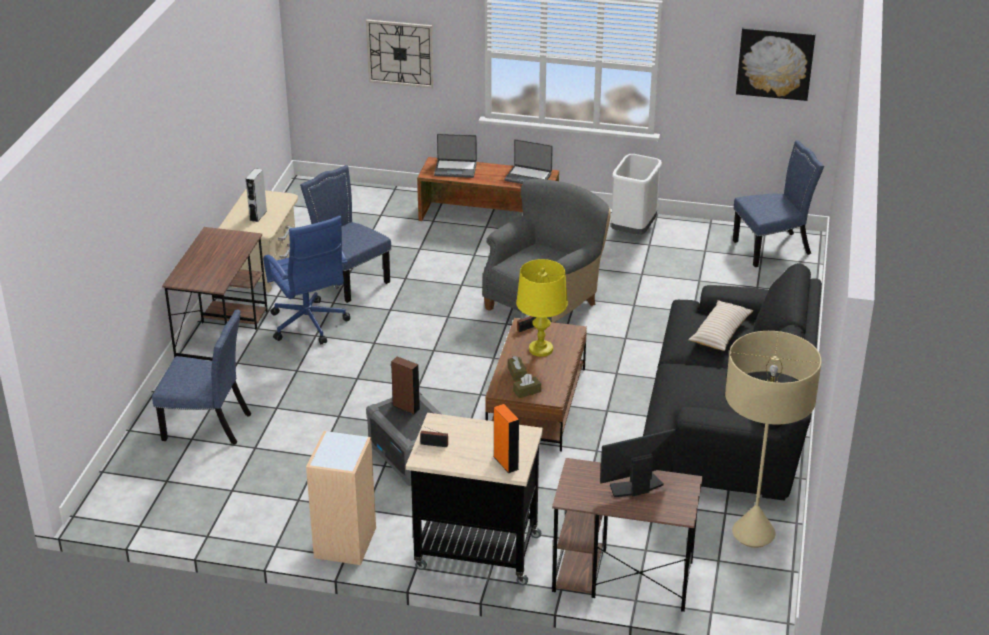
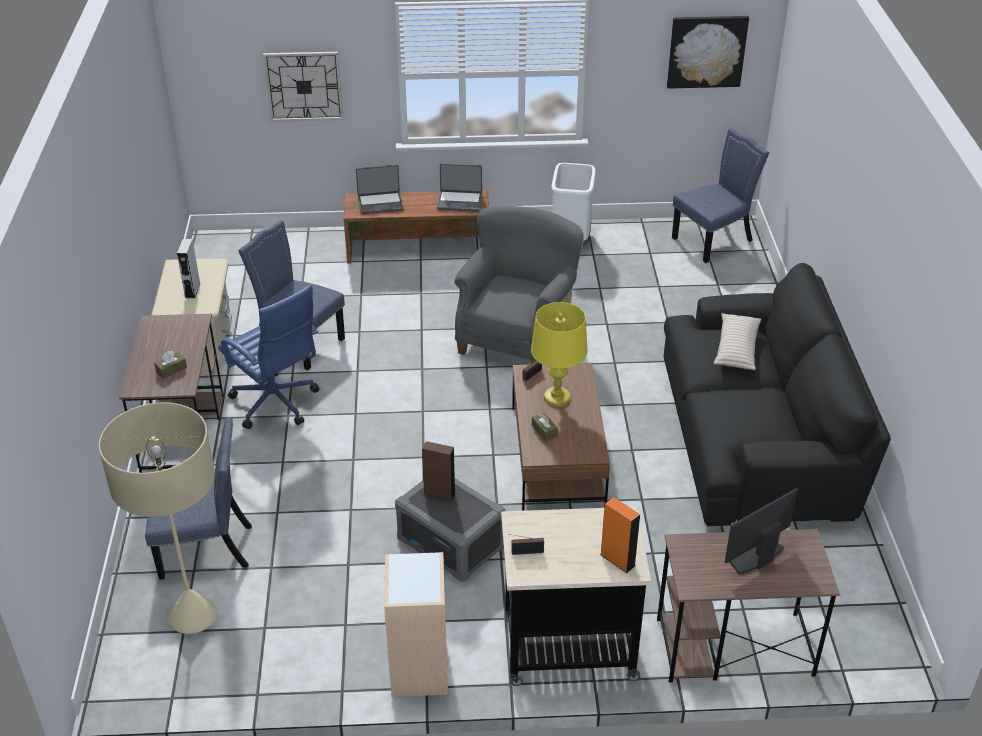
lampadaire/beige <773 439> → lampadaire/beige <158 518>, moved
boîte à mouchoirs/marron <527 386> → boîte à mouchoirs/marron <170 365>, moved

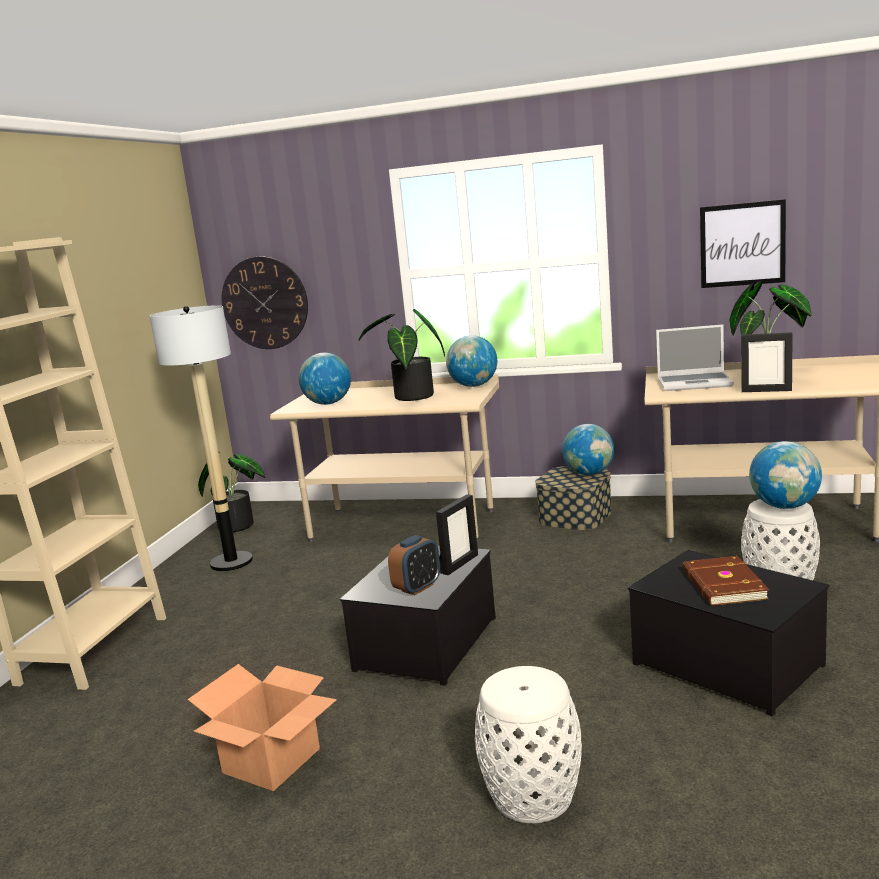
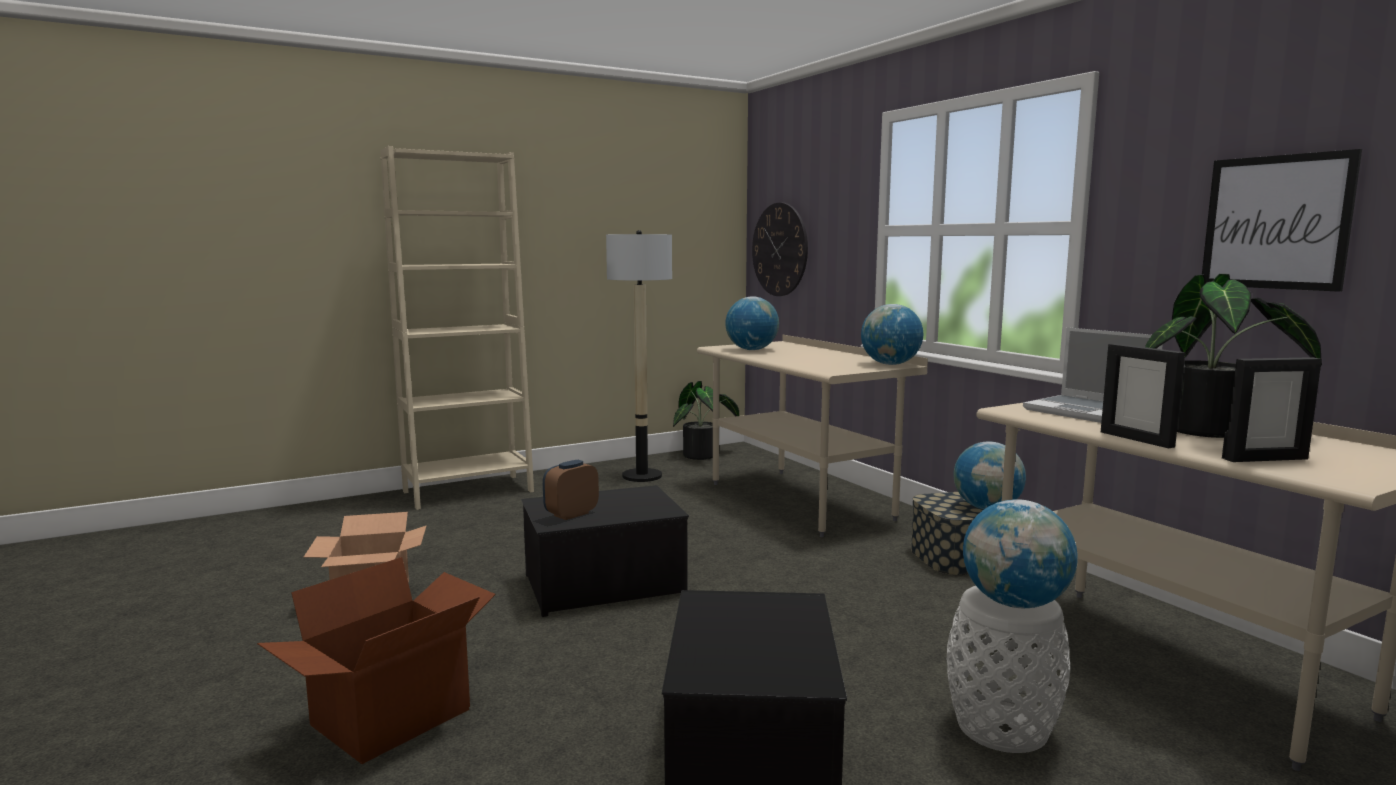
tabouret/blanc <528 744> → carton <376 660>
réveil <414 565> → réveil <571 490>, 135 degrees clockwise
cadre photo <457 534> → cadre photo <1272 409>, moved
plante en pot <401 355> → -
livre/marron <726 581> → -

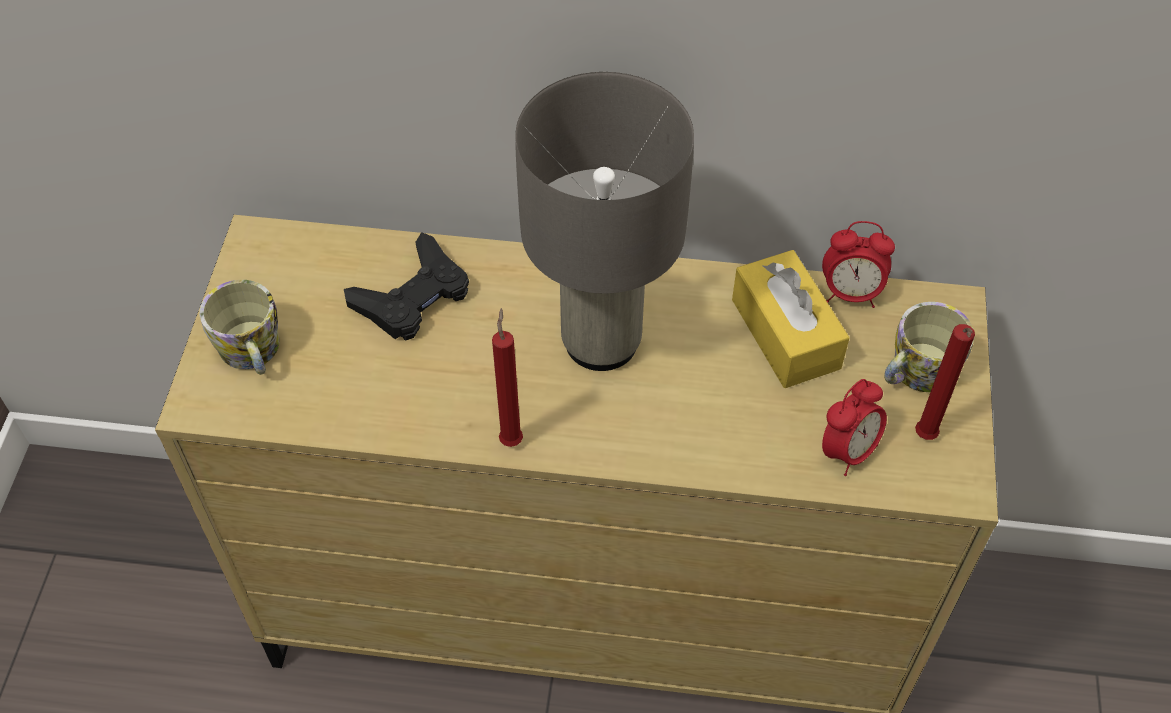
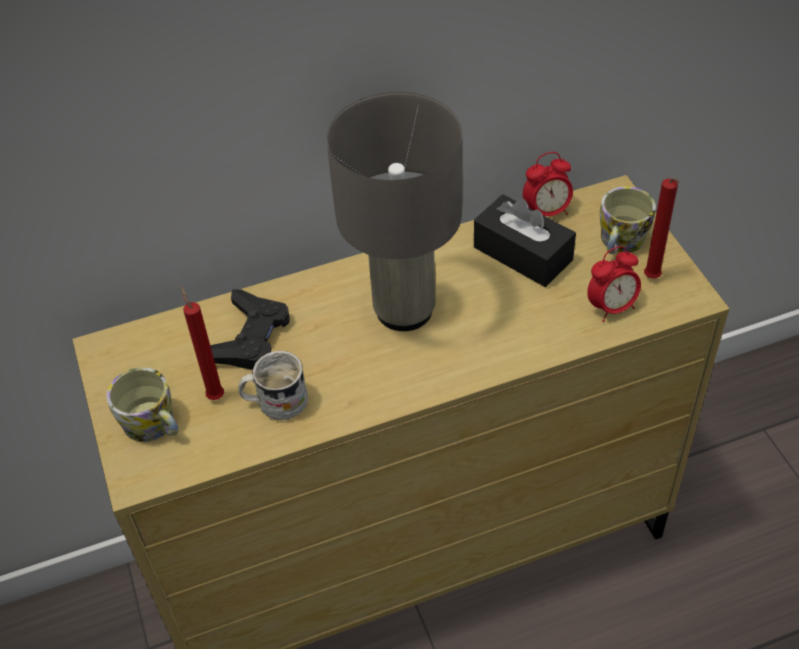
bougie/rouge <507 377> → bougie/rouge <202 343>, moved
- → mug/blanc <273 385>
boîte à mouchoirs/jaune <791 319> → boîte à mouchoirs/noir <525 241>
réveil <854 427> → réveil <614 284>, 45 degrees clockwise

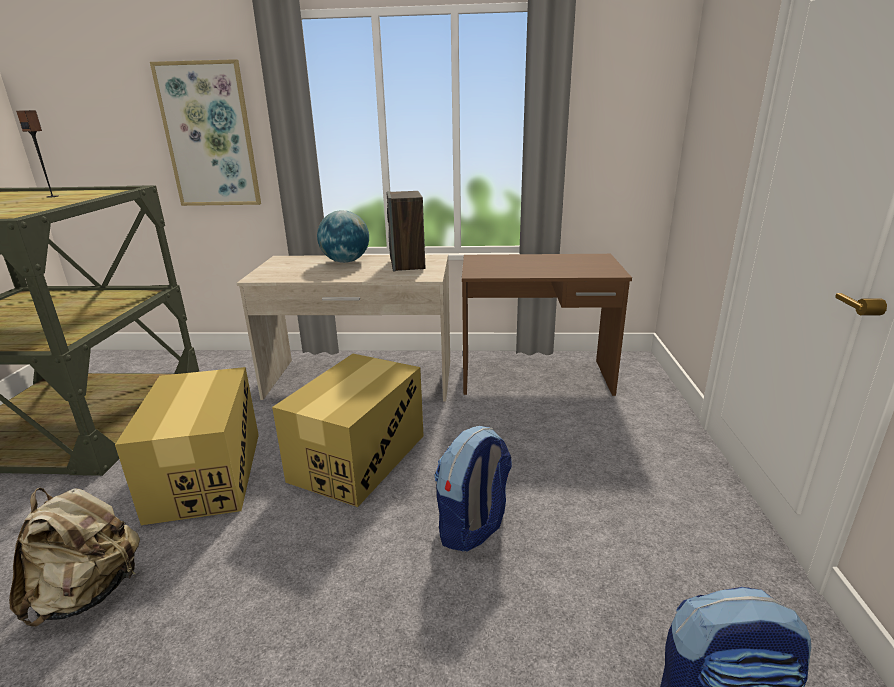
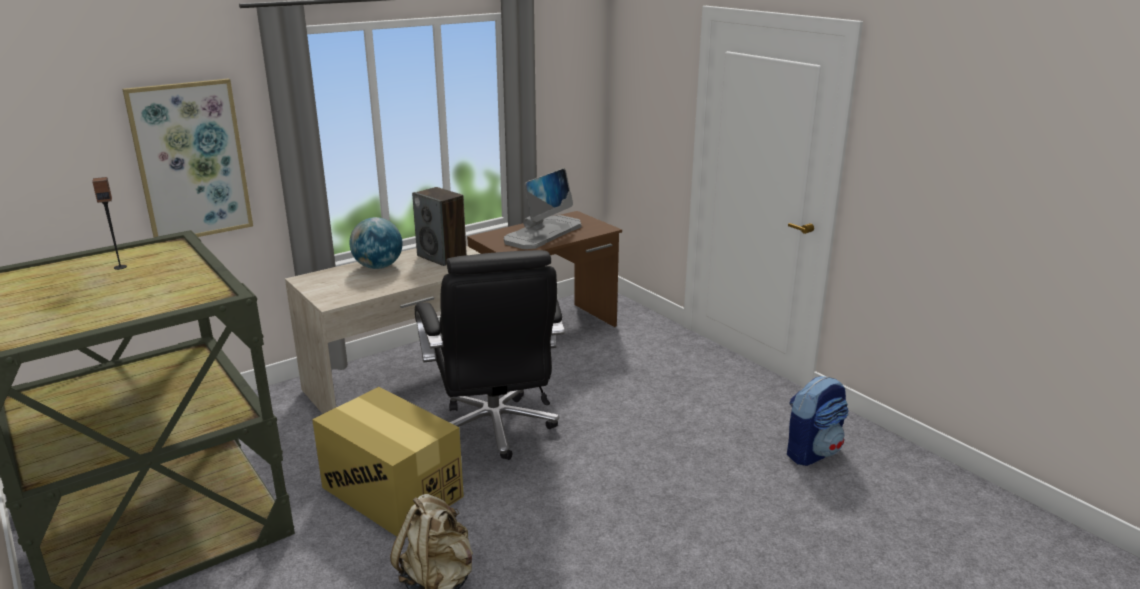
carton <348 430> → chaise de bureau/noir <490 355>
- → écran d'ordinateur <543 208>
sac à dos <473 489> → -

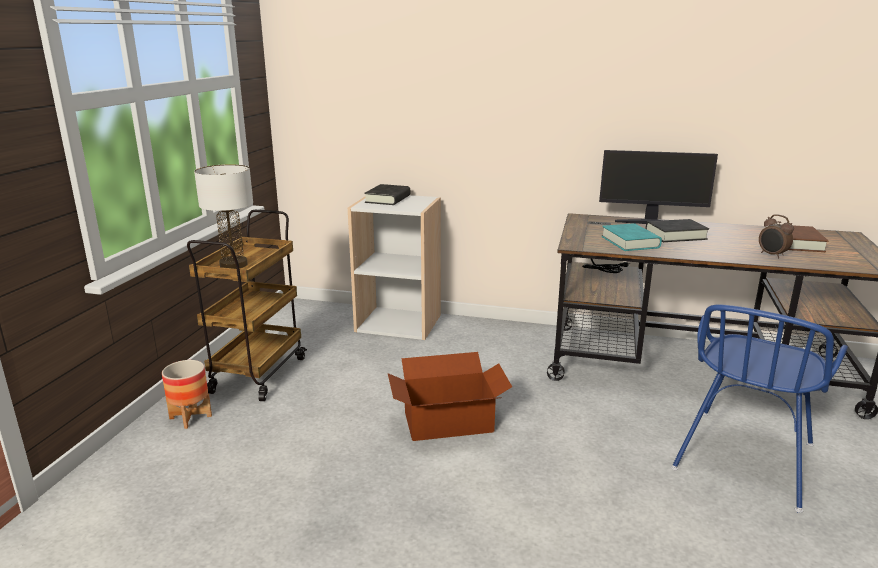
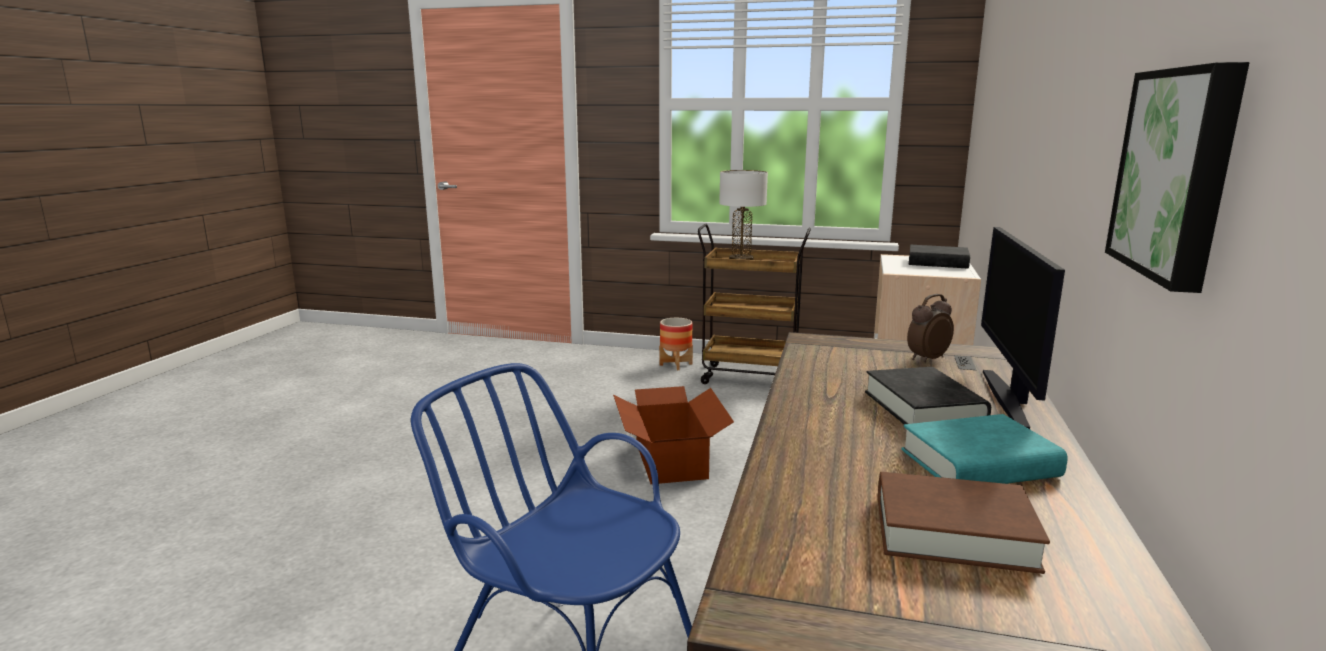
livre/turquoise <631 237> → livre/turquoise <984 449>, moved
réveil <776 236> → réveil <930 328>, moved
- → tableau <1177 177>

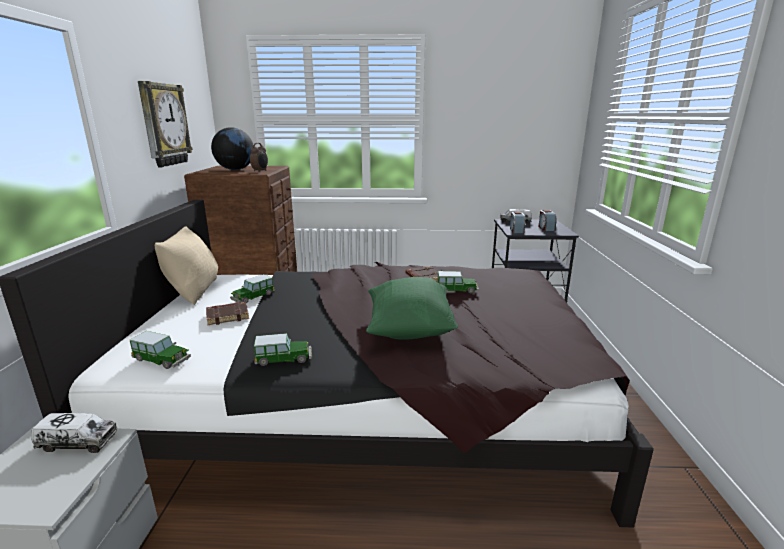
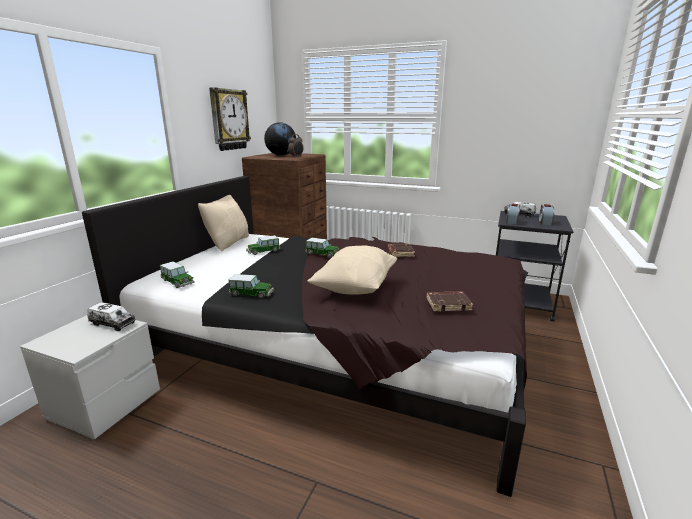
petite voiture <458 282> → petite voiture <322 248>, moved
coussin/vert <412 308> → coussin/beige <352 270>
livre/marron <227 313> → livre/marron <449 302>, moved

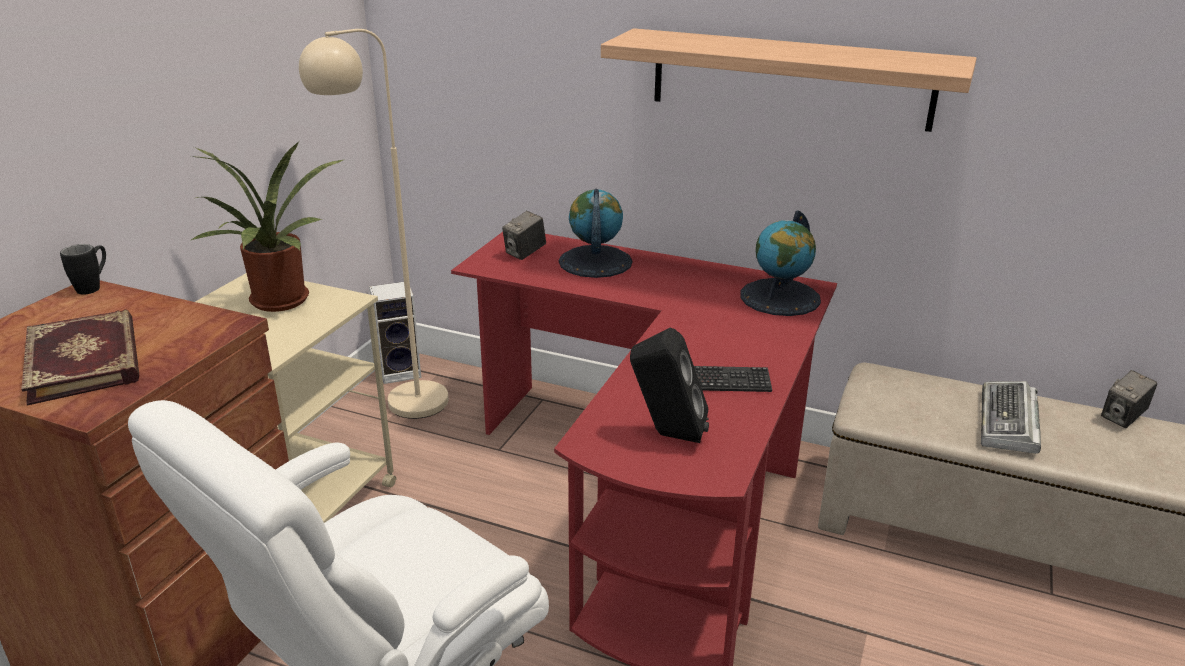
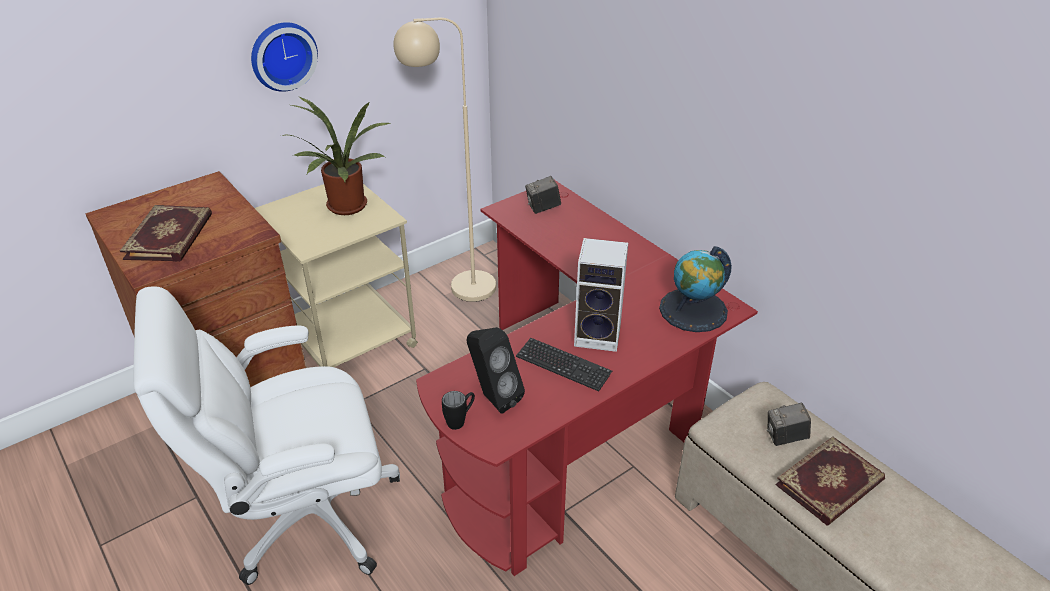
- → horloge murale <284 57>
mug/noir <83 269> → mug/noir <458 410>, moved
enceinte <395 333> → enceinte <601 295>, moved
appareil photo <1129 399> → appareil photo <789 424>, moved
clavier <1011 417> → livre <830 481>
globe <596 233> → -
étagère <789 80> → -

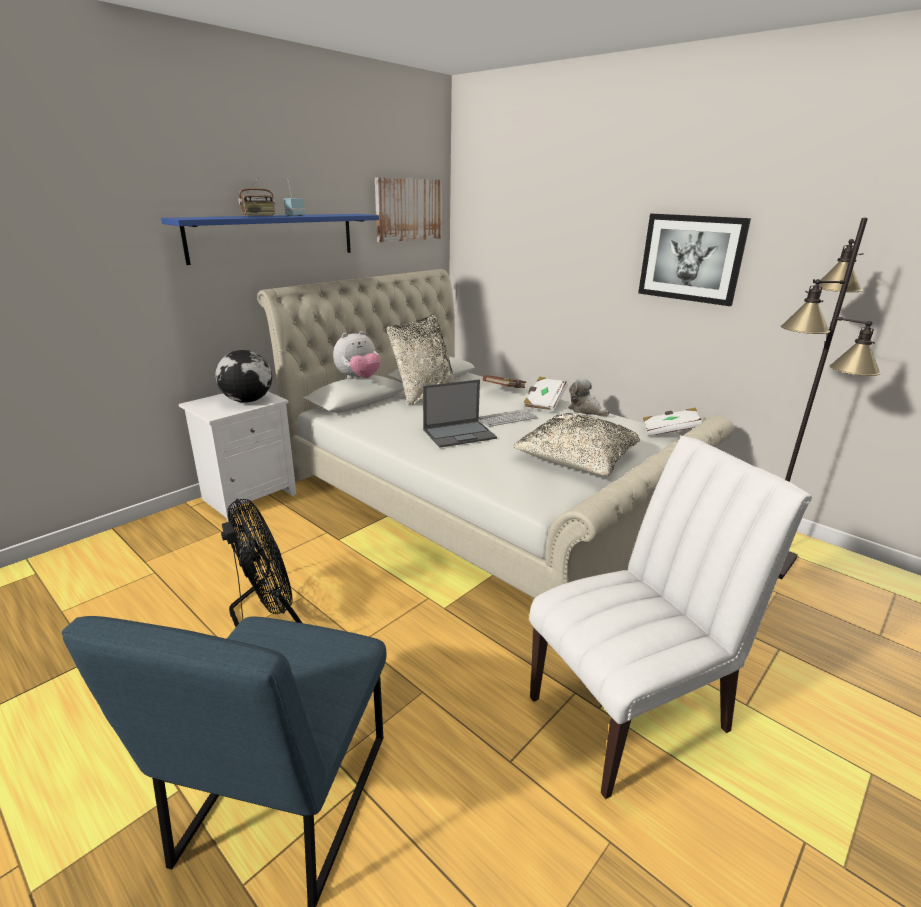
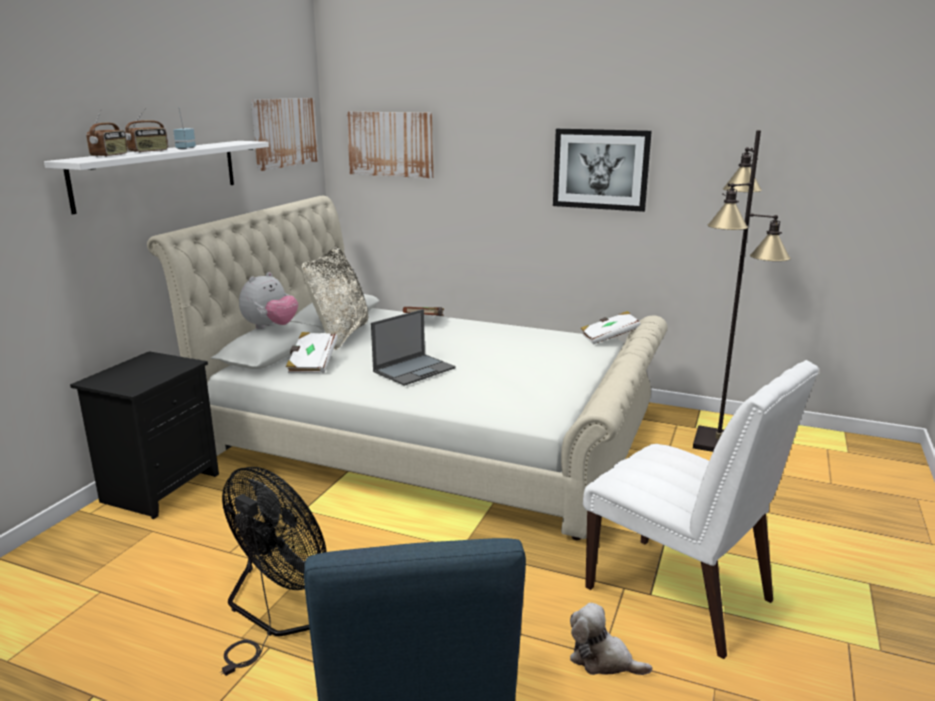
étagère/bleu <270 239> → étagère/blanc <156 177>
table de chevet/blanc <237 456> → table de chevet/noir <144 435>
- → radio <107 133>
livre/blanc <545 394> → livre/blanc <312 352>, moved
- → tableau <390 144>
peluche <588 397> → peluche <611 639>, moved
chaise/blanc <670 617> → chaise/blanc <701 509>, 90 degrees clockwise
globe <243 376> → -
clavier <508 418> → -
coussin/beige <576 444> → -

